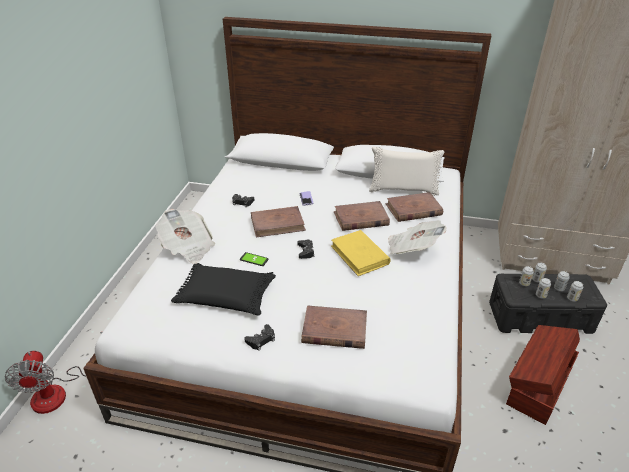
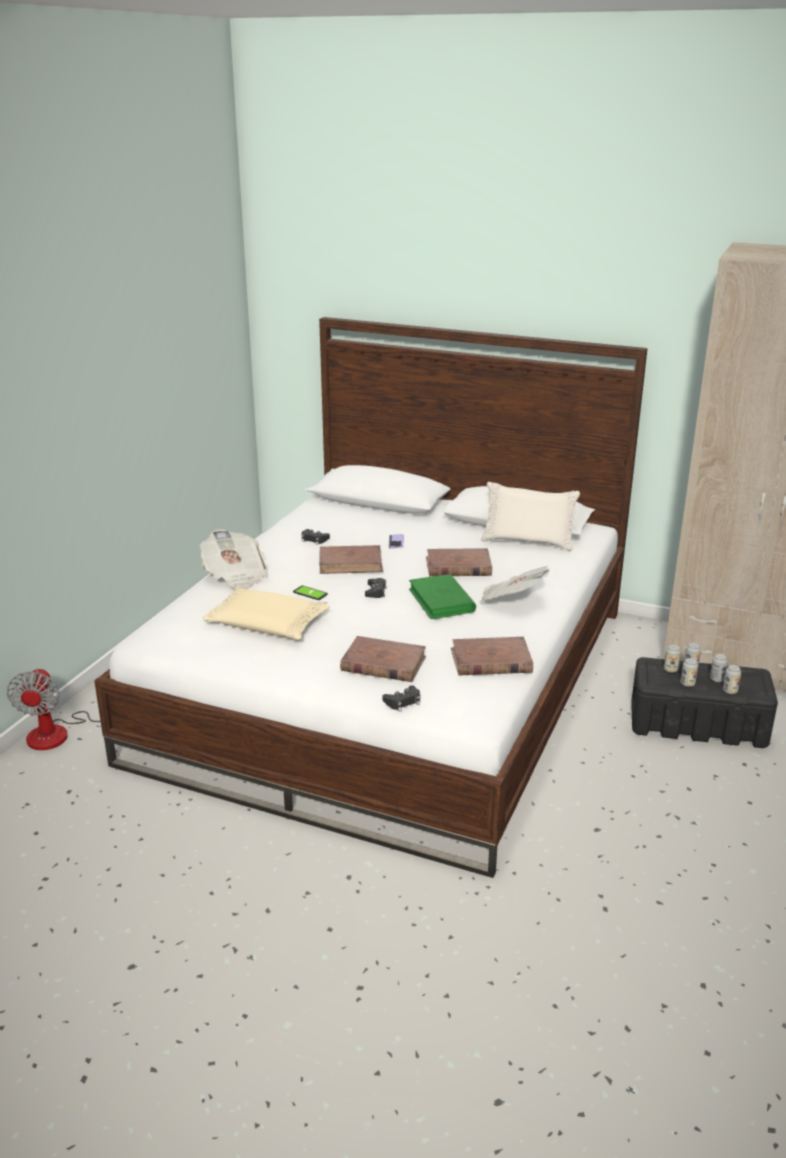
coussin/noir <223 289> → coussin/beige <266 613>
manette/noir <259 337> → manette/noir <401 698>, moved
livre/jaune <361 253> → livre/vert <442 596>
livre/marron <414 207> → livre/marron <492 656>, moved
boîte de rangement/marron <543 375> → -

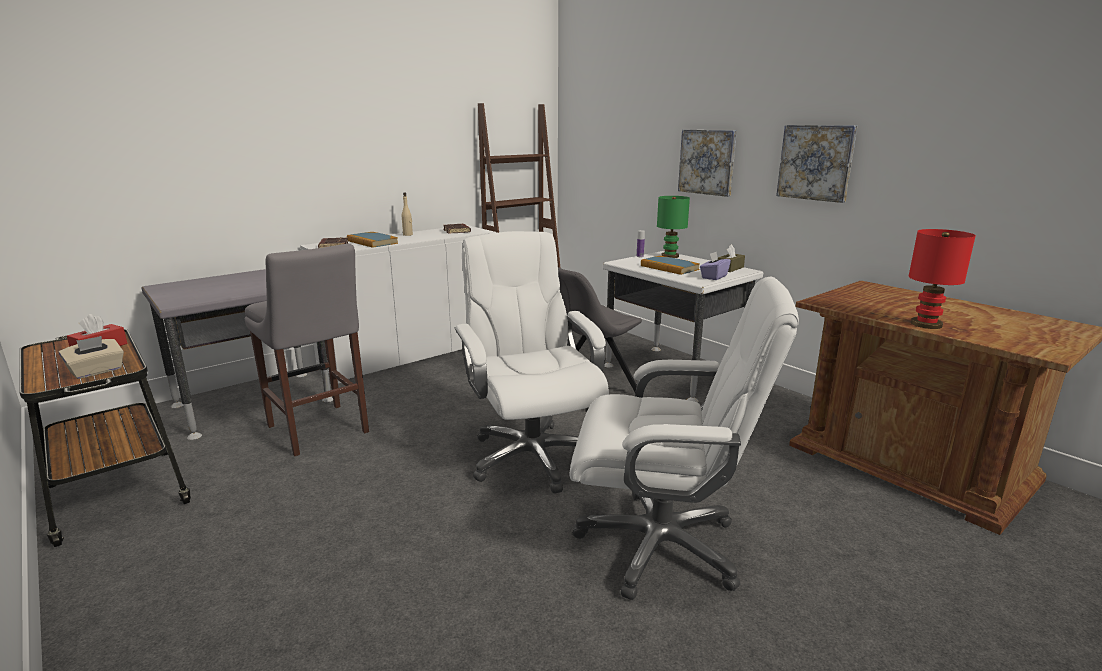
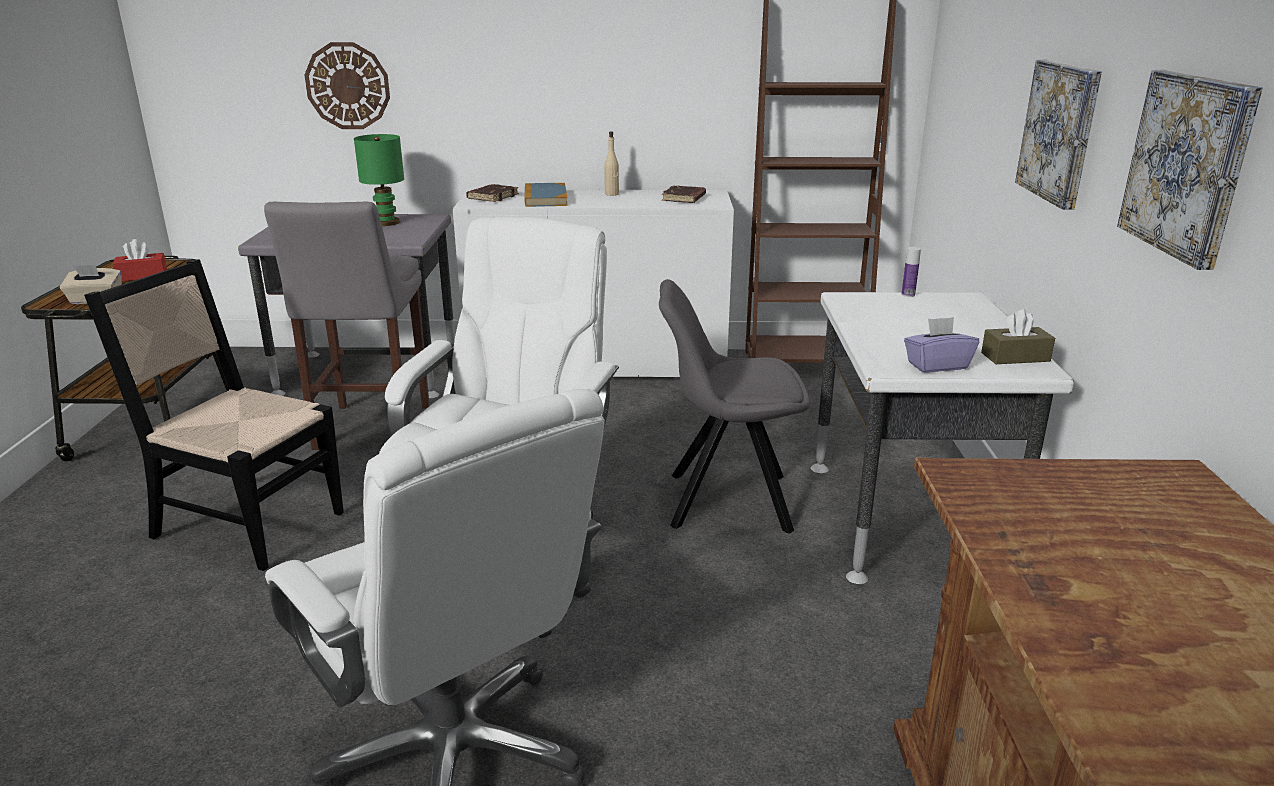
- → chaise <214 415>
- → horloge murale <347 85>
lampe de table/vert <673 227> → lampe de table/vert <379 180>, moved
livre <670 265> → -
lampe de table/rouge <942 279> → -

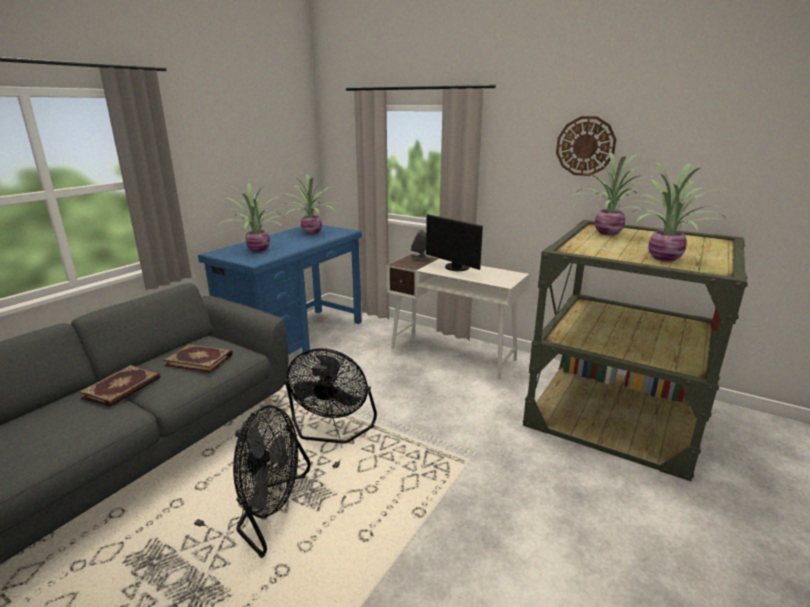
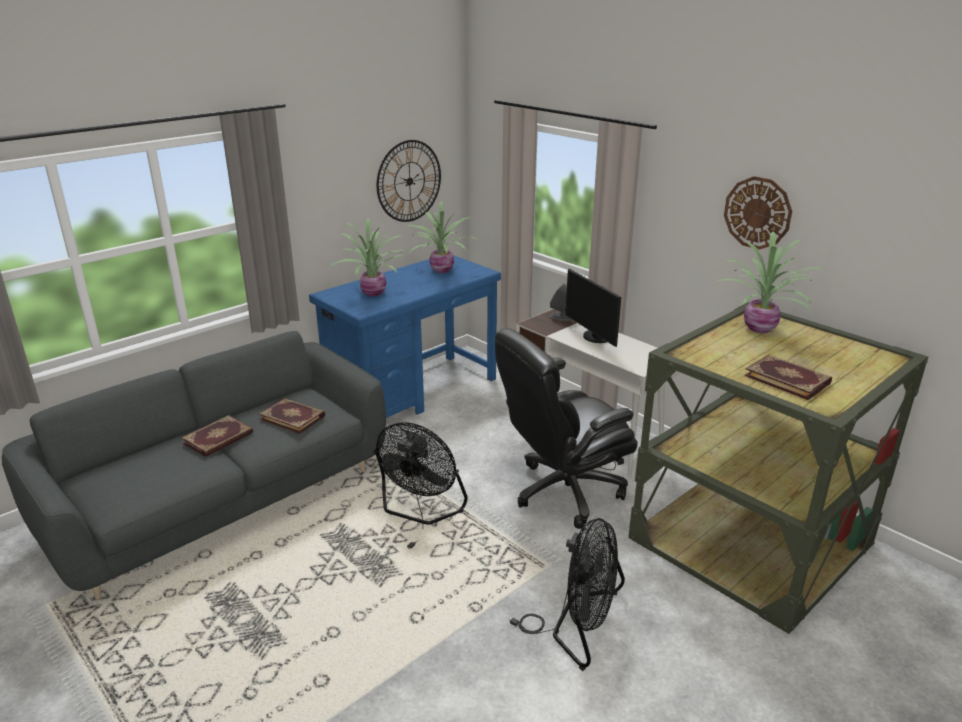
- → horloge murale <409 181>
- → chaise de bureau/noir <566 428>
ventilateur/noir <252 481> → ventilateur/noir <567 594>, moved
plante en pot <673 212> → livre <788 377>

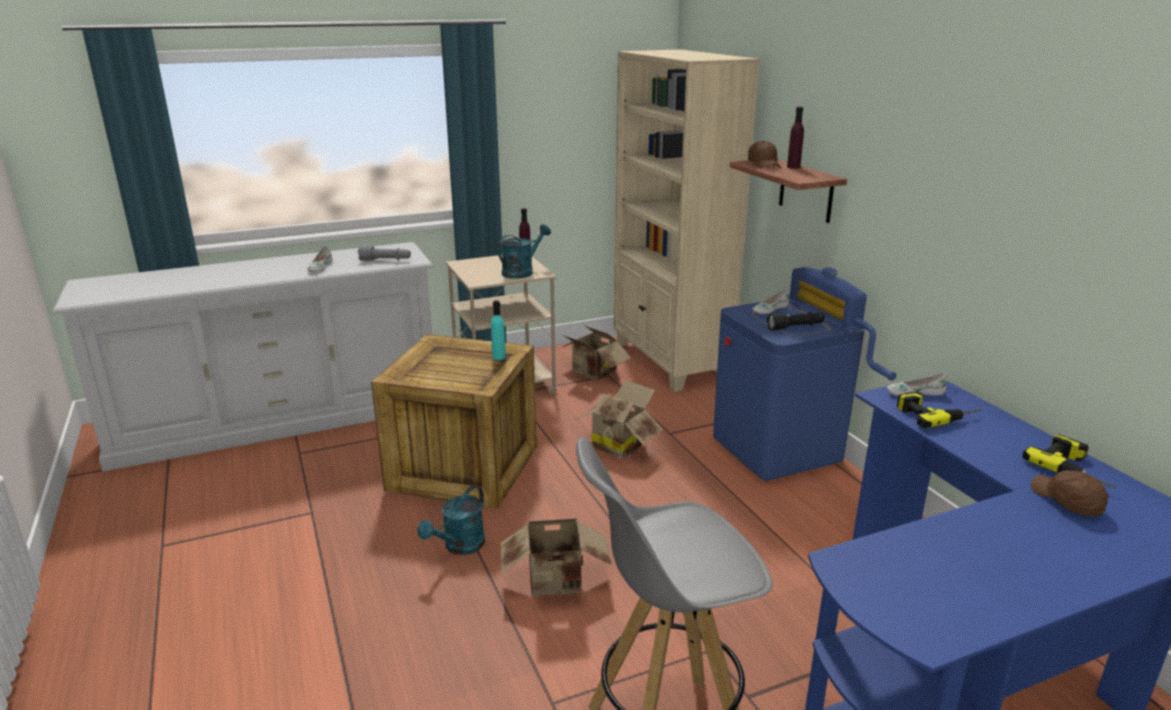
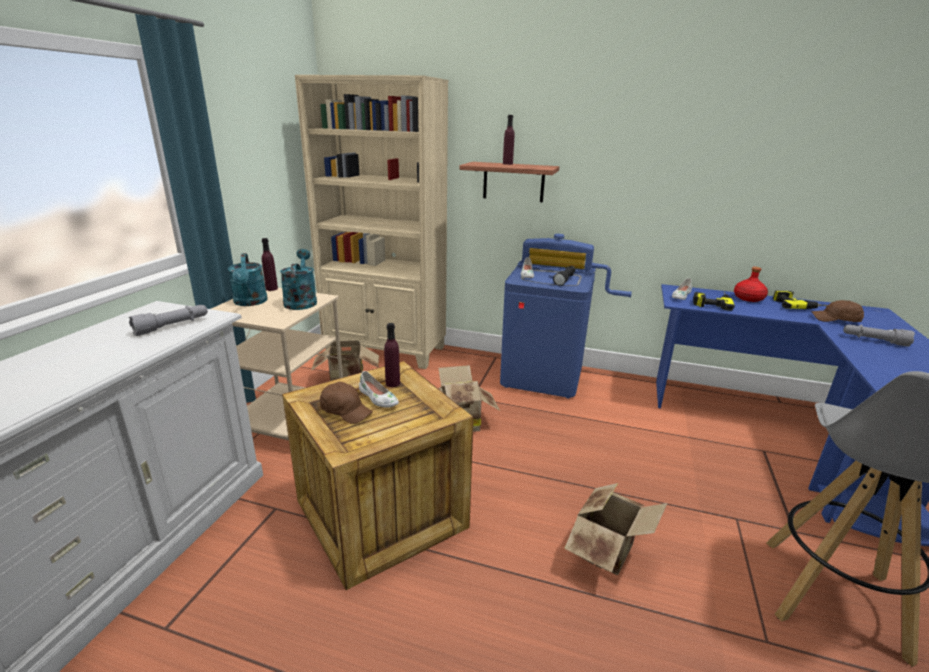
arrosoir/turquoise <451 520> → arrosoir/turquoise <248 279>, moved
casquette/marron <764 154> → casquette/marron <346 403>, moved
chaussure/blanc <320 259> → chaussure/blanc <379 389>, moved
bouteille/turquoise <498 330> → bouteille/violet <392 355>
- → bouteille/rouge <751 284>
- → lampe de poche/gris <879 335>

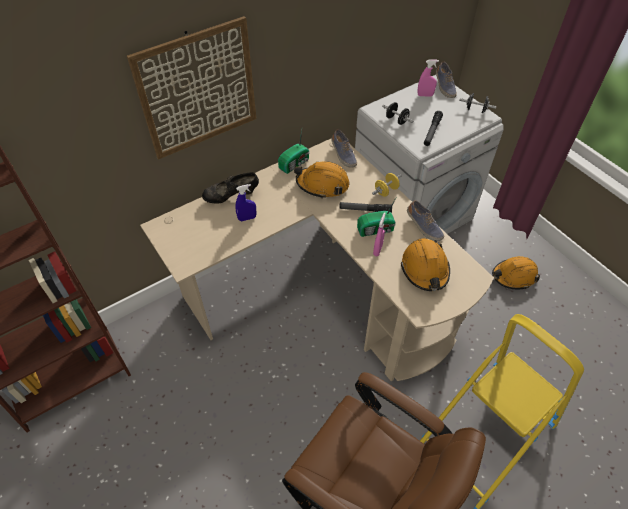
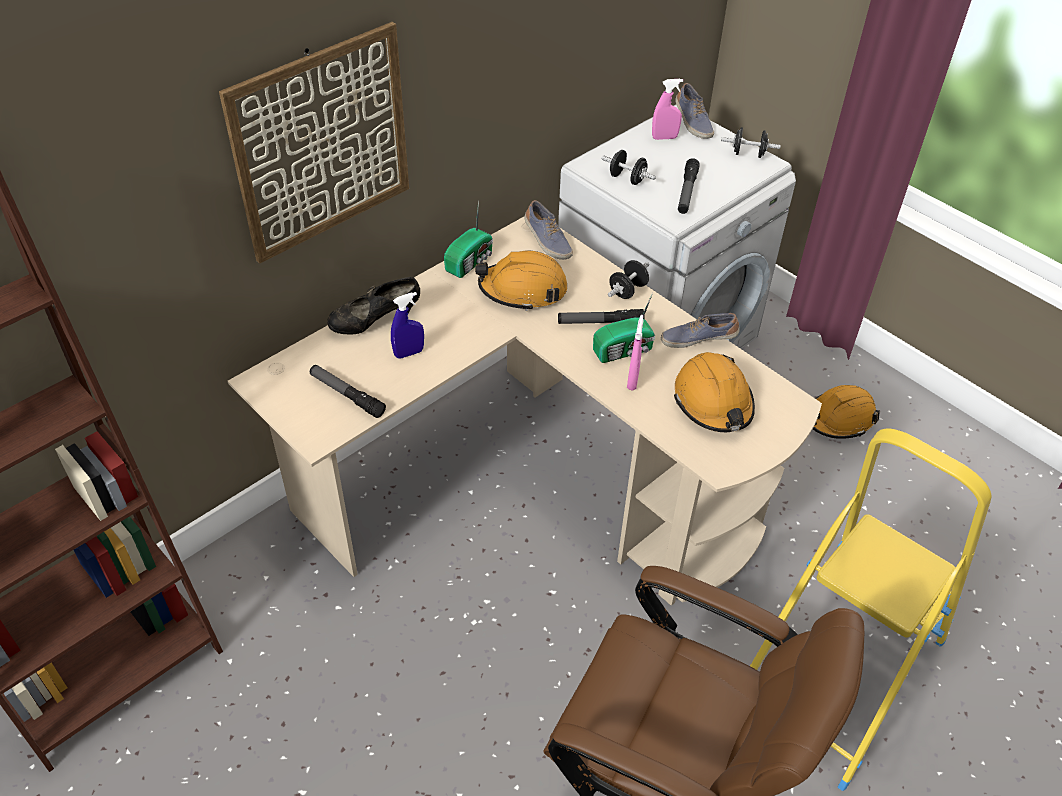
- → lampe de poche <348 391>
haltère/jaune <386 185> → haltère/noir <628 279>
chaussure <425 220> → chaussure <700 330>, 135 degrees clockwise

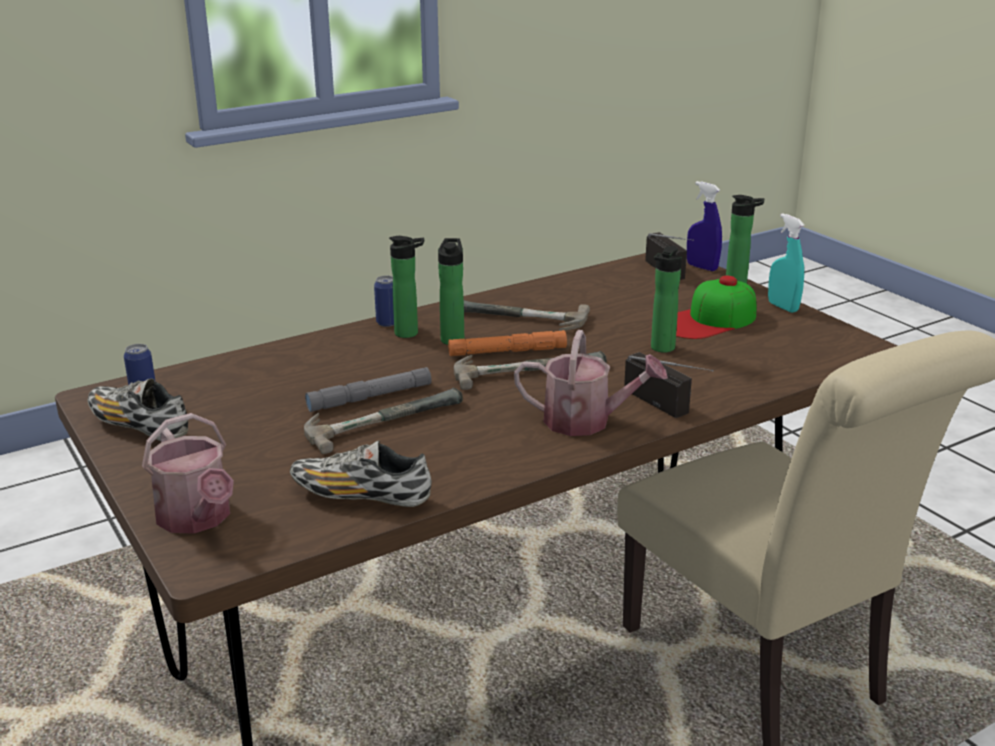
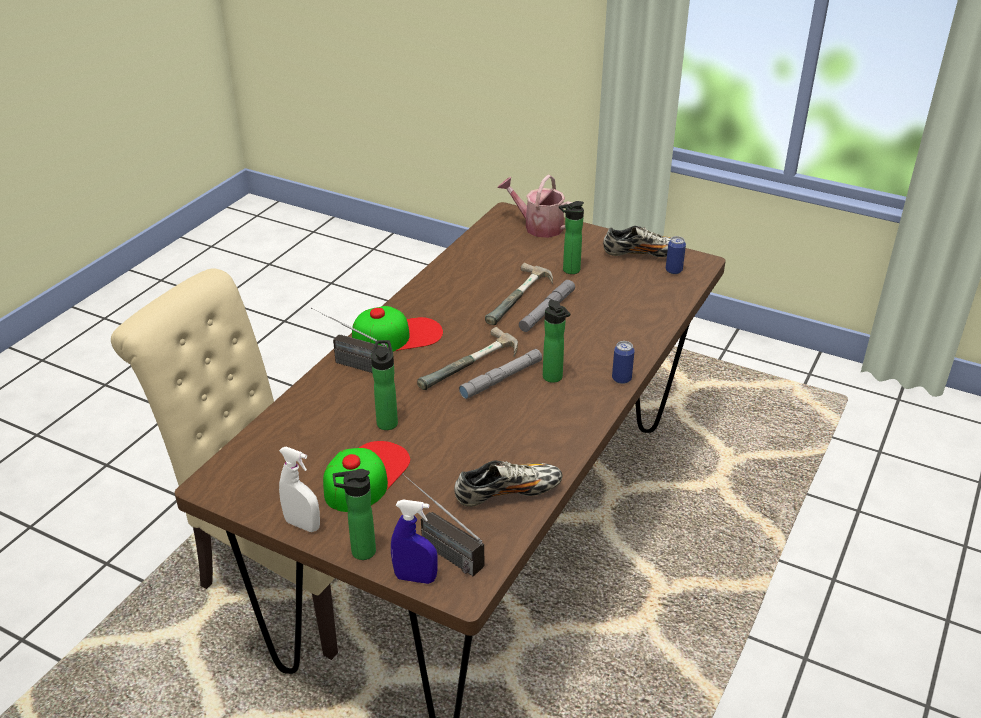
vaporisateur/turquoise <786 263> → vaporisateur/blanc <299 489>
arrosoir <591 383> → casquette <397 329>
chaussure <361 473> → chaussure <508 484>, moved
lampe de poche/orange <507 343> → lampe de poche/gris <500 374>
bouteille <406 287> → bouteille <571 237>, moved
marteau <527 315> → -

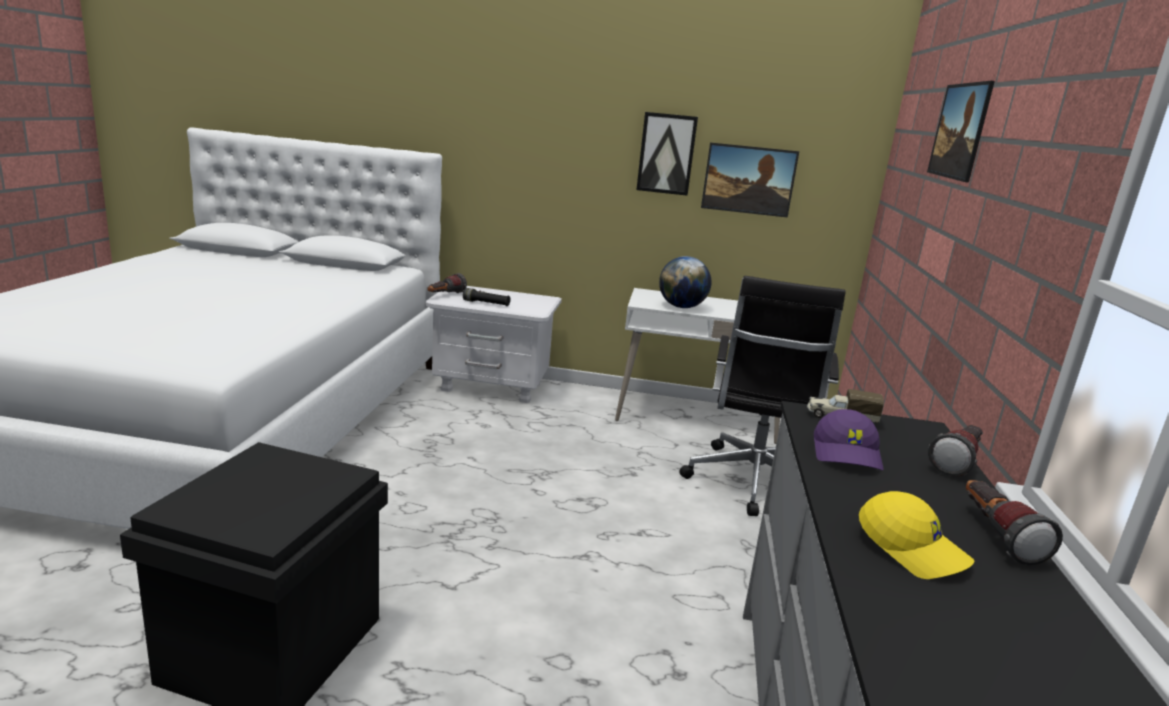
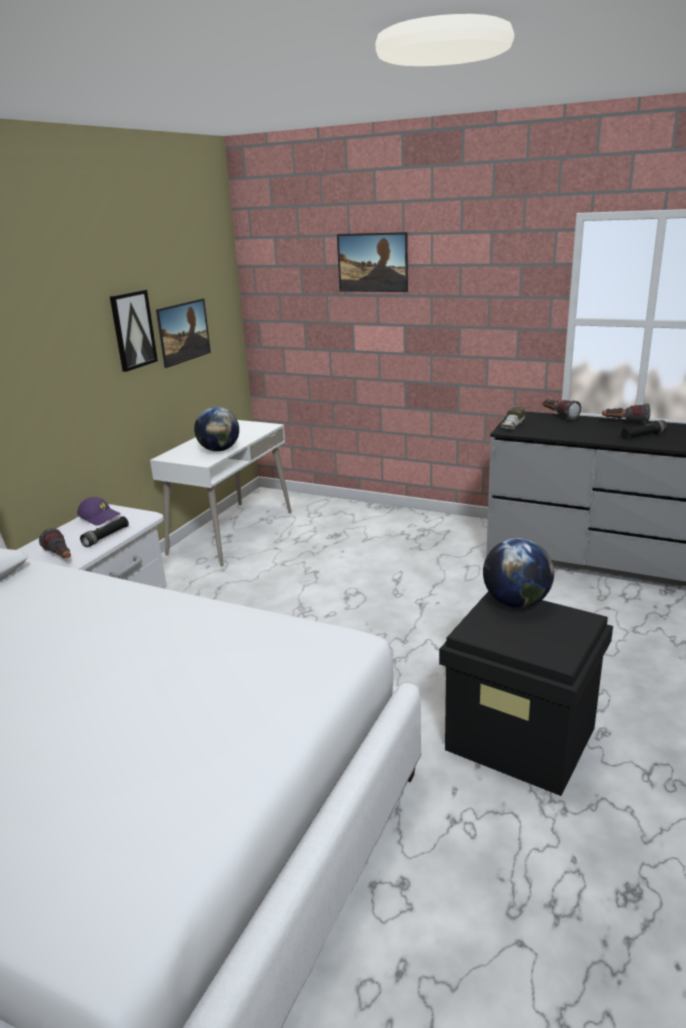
casquette/violet <849 439> → casquette/violet <99 511>, moved
- → globe <518 573>
casquette/jaune <916 535> → lampe de poche/noir <644 429>
chaise de bureau/noir <762 396> → -

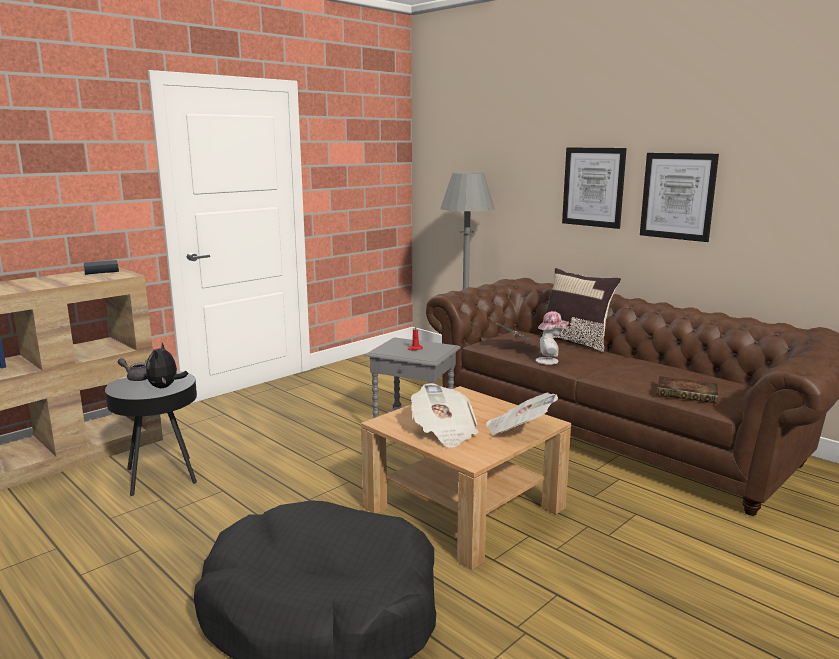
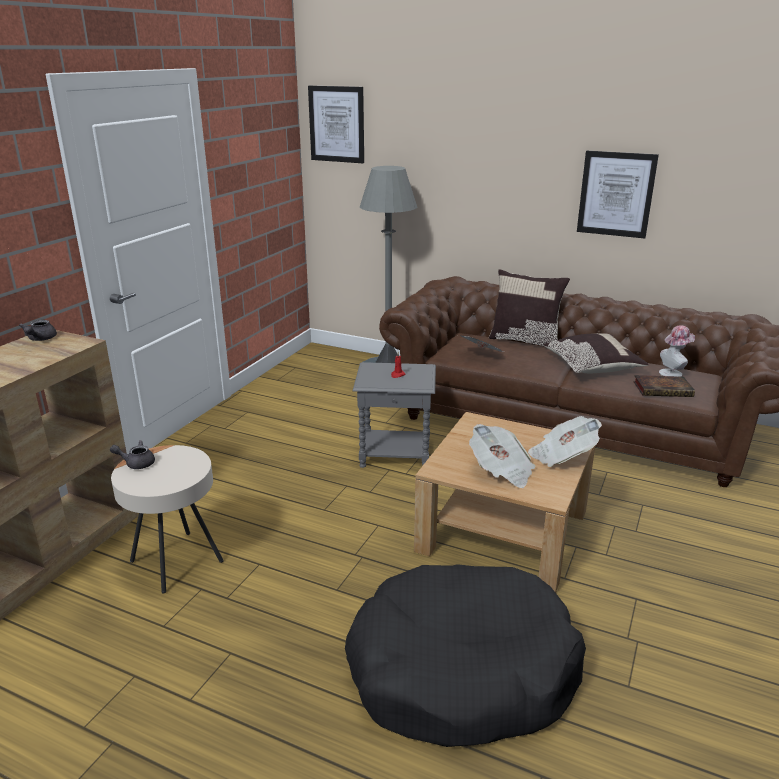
livre <101 267> → théière/gris <38 330>
table d'appoint/noir <151 433> → table d'appoint/beige <167 519>
tableau <594 188> → tableau <336 124>, moved
- → coussin <596 353>
chapeau <552 338> → chapeau <677 351>, moved
peluche <167 365> → -

